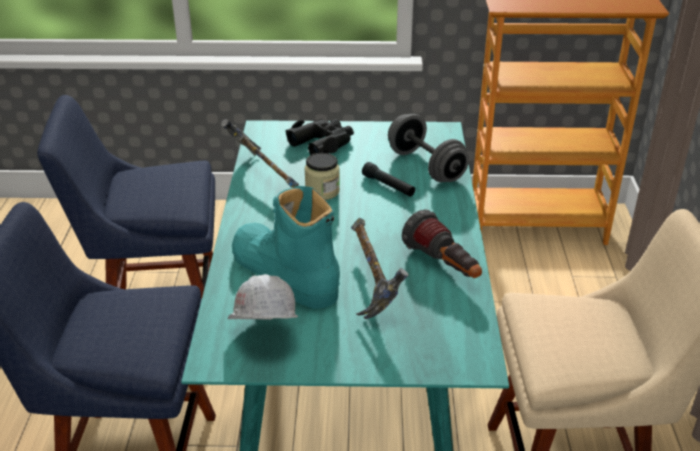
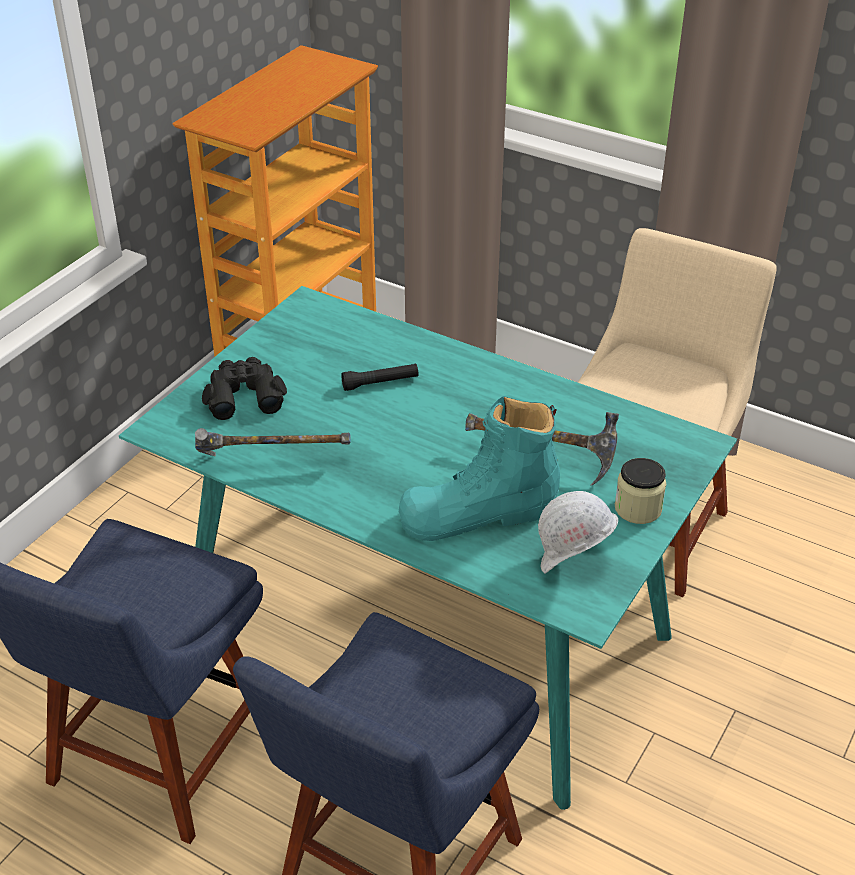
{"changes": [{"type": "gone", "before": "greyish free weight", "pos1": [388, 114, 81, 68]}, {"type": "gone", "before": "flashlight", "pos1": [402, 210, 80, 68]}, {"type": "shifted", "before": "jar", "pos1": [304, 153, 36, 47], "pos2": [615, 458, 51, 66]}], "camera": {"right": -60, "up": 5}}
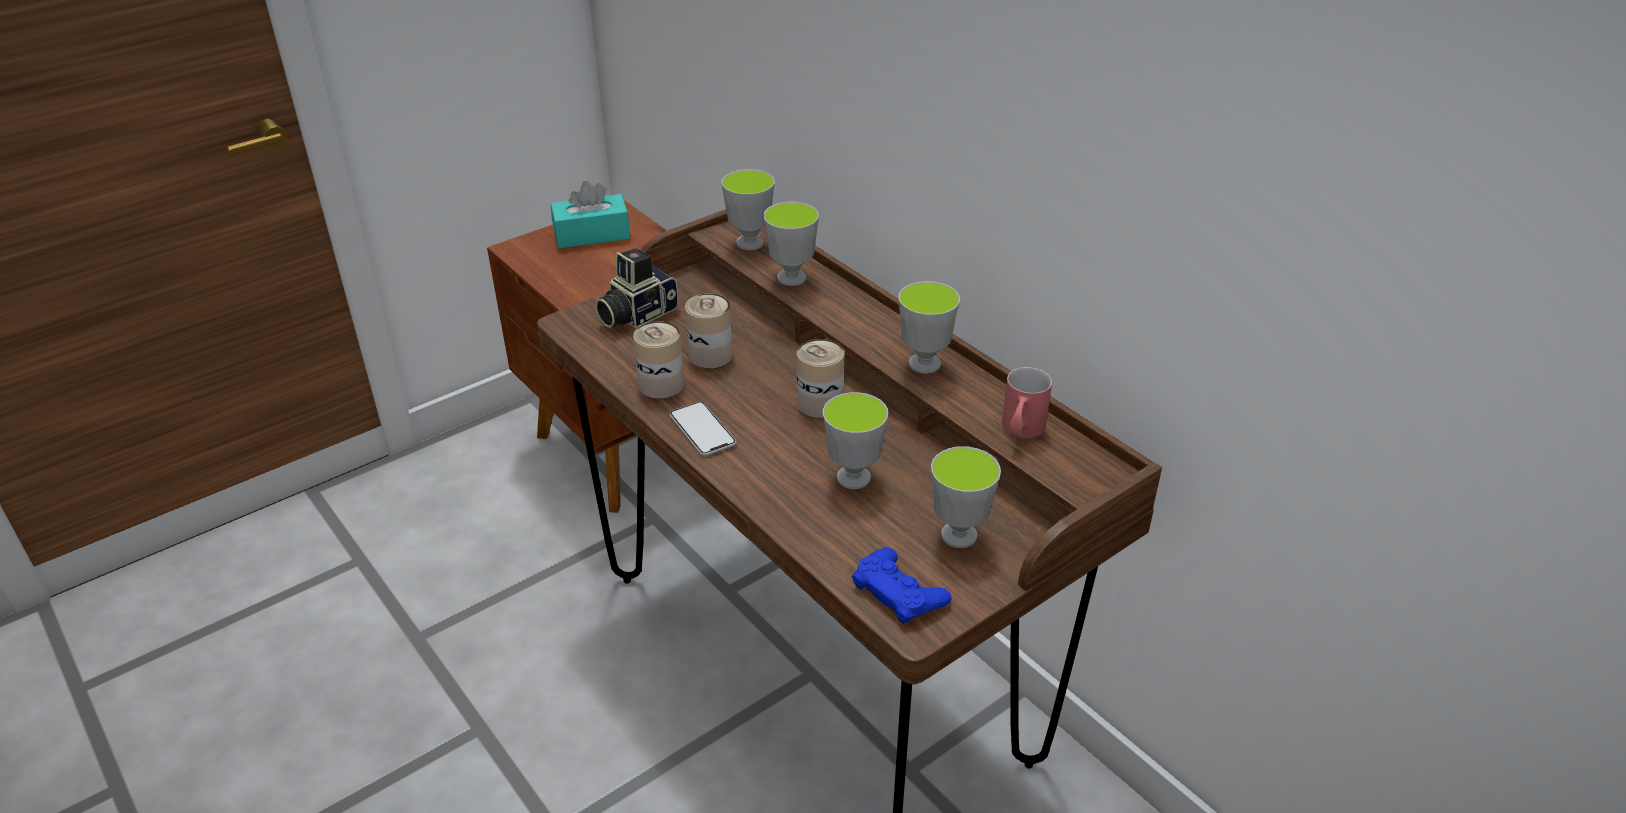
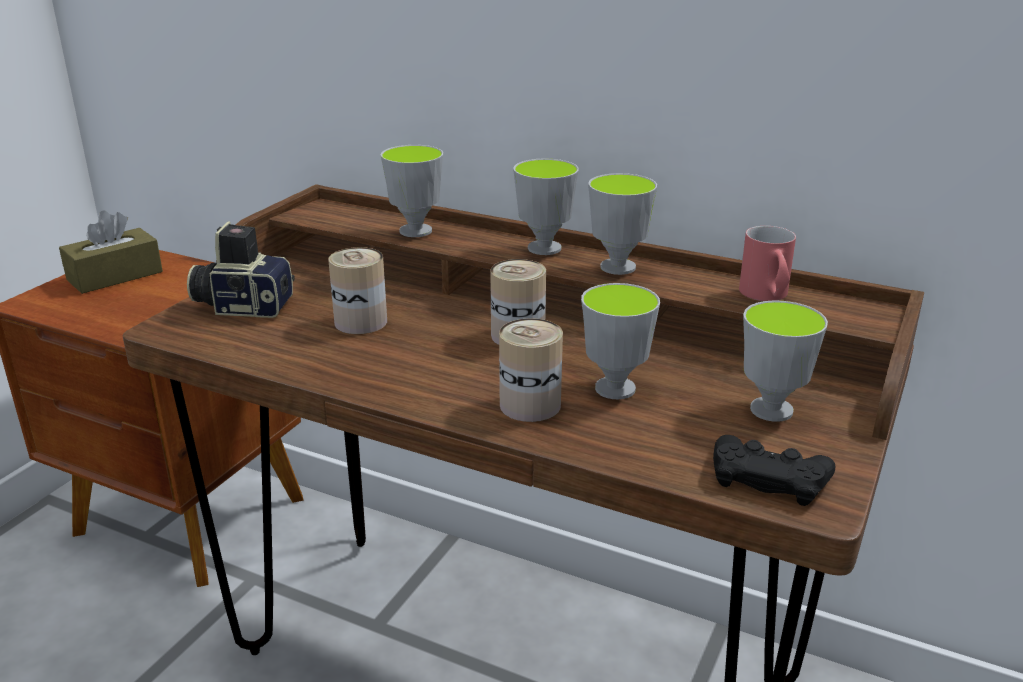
{"changes": [{"type": "gone", "before": "telephone", "pos1": [669, 402, 67, 54]}, {"type": "shifted", "before": "metal can", "pos1": [633, 321, 51, 78], "pos2": [499, 318, 64, 104]}, {"type": "shifted", "before": "drinking cup", "pos1": [721, 169, 54, 81], "pos2": [513, 158, 66, 97]}, {"type": "repainted", "before": "turquoise tissue box", "after": "brownish tissue box", "pos1": [551, 181, 79, 68], "pos2": [59, 210, 104, 84]}, {"type": "repainted", "before": "blue-coloured game controller", "after": "black game controller", "pos1": [852, 547, 100, 77], "pos2": [713, 435, 122, 71]}, {"type": "rotated", "before": "still camera", "pos1": [595, 248, 83, 81], "pos2": [187, 221, 108, 97], "turn": 75}], "camera": {"right": -25, "up": -10}}
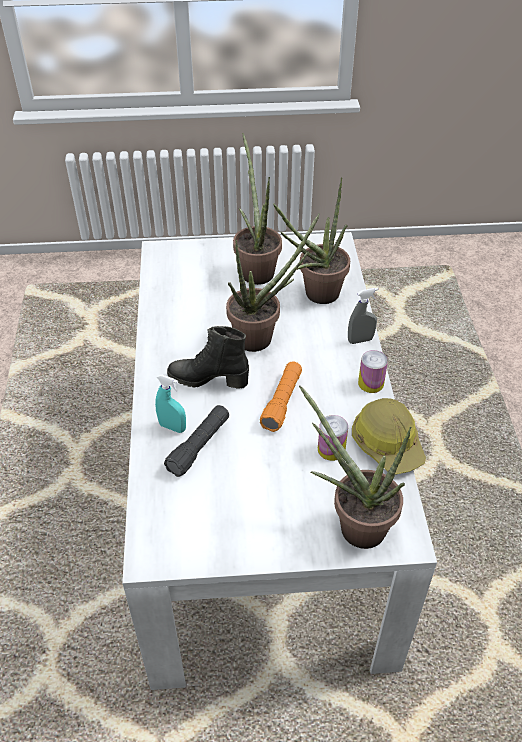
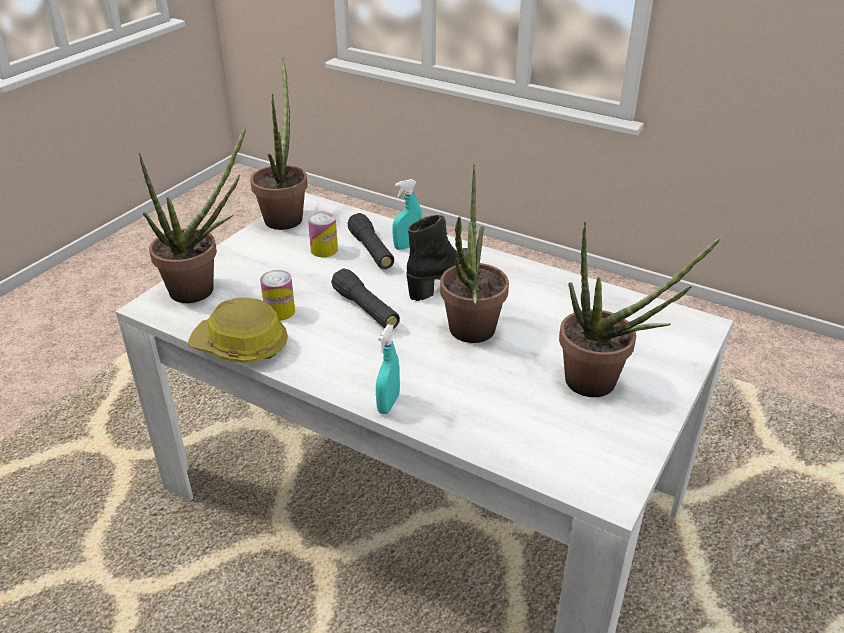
{"changes": [{"type": "shifted", "before": "houseplant", "pos1": [273, 177, 77, 127], "pos2": [250, 58, 58, 172]}, {"type": "shifted", "before": "metal can", "pos1": [358, 350, 30, 43], "pos2": [308, 212, 30, 45]}, {"type": "repainted", "before": "orange flashlight", "after": "black flashlight", "pos1": [260, 361, 42, 71], "pos2": [331, 269, 69, 60]}, {"type": "repainted", "before": "greyish spray bottle", "after": "turquoise spray bottle", "pos1": [348, 288, 30, 56], "pos2": [376, 324, 24, 90]}], "camera": {"right": 125, "up": -10}}
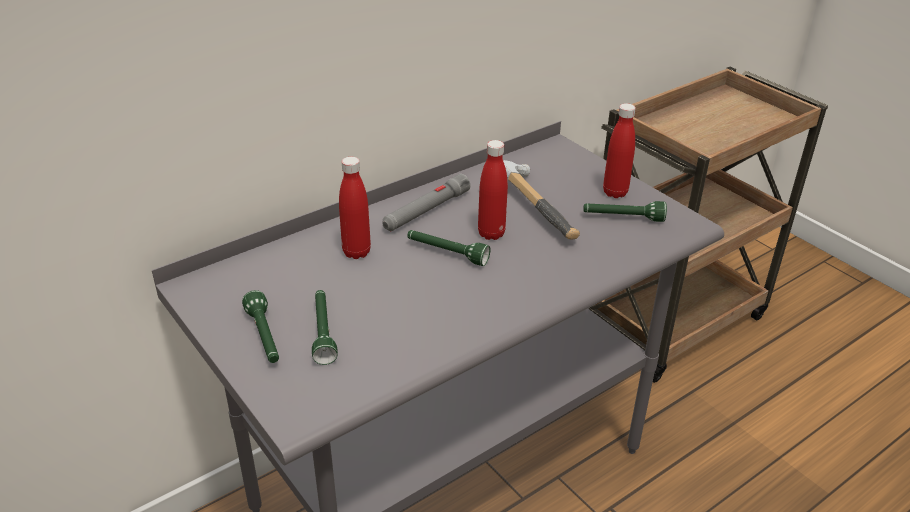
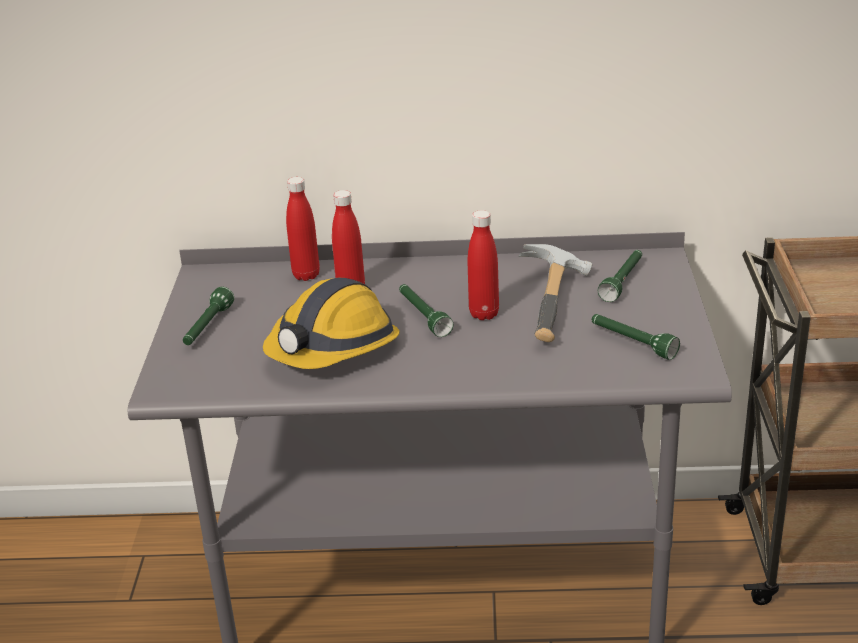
{"changes": [{"type": "gone", "before": "greyish flashlight", "pos1": [383, 174, 87, 57]}, {"type": "new", "after": "hard hat", "pos2": [263, 278, 137, 91]}, {"type": "shifted", "before": "greenish flashlight", "pos1": [312, 290, 26, 75], "pos2": [598, 250, 44, 52]}, {"type": "shifted", "before": "red bottle", "pos1": [603, 103, 33, 95], "pos2": [286, 177, 34, 104]}], "camera": {"right": 40, "up": -5}}
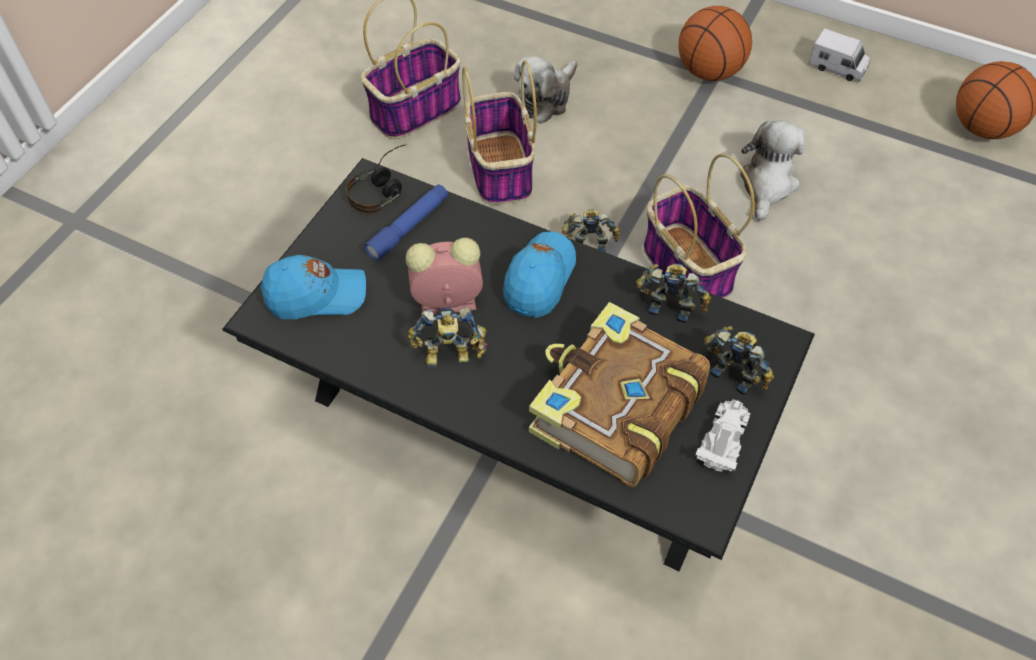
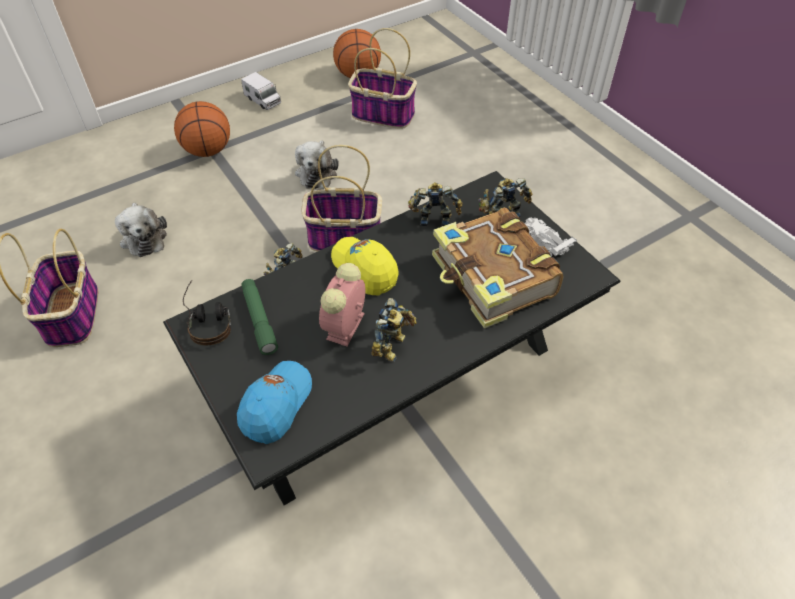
{"changes": [{"type": "shifted", "before": "household basket", "pos1": [462, 60, 75, 145], "pos2": [348, 28, 69, 101]}, {"type": "repainted", "before": "blue-coloured flashlight", "after": "greenish flashlight", "pos1": [364, 184, 84, 77], "pos2": [241, 279, 37, 76]}, {"type": "repainted", "before": "blue-coloured baseball cap", "after": "yellowish baseball cap", "pos1": [503, 232, 73, 86], "pos2": [331, 237, 68, 58]}, {"type": "rotated", "before": "robot figure", "pos1": [636, 264, 75, 60], "pos2": [408, 182, 55, 44], "turn": 45}, {"type": "rotated", "before": "soft toy", "pos1": [740, 121, 65, 100], "pos2": [295, 140, 44, 49], "turn": -135}, {"type": "rotated", "before": "toy truck", "pos1": [808, 28, 62, 54], "pos2": [241, 72, 40, 38], "turn": 75}], "camera": {"right": -60, "up": -5}}
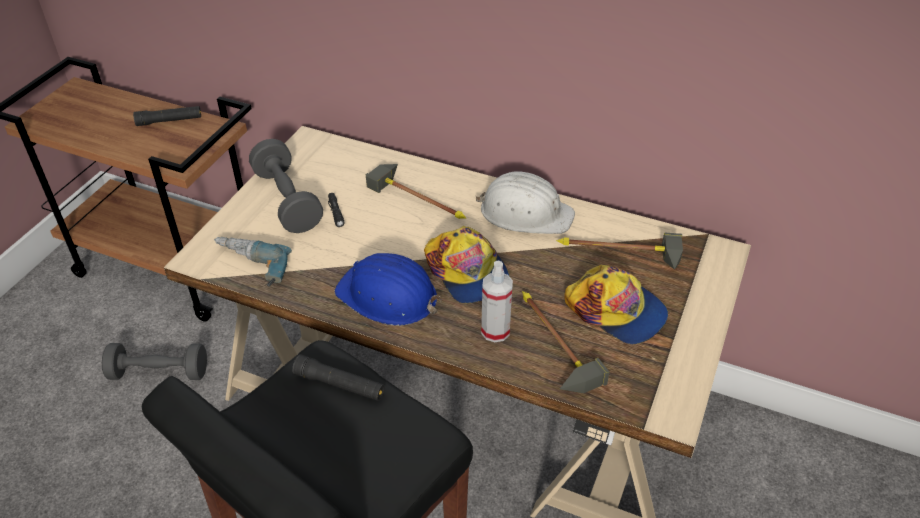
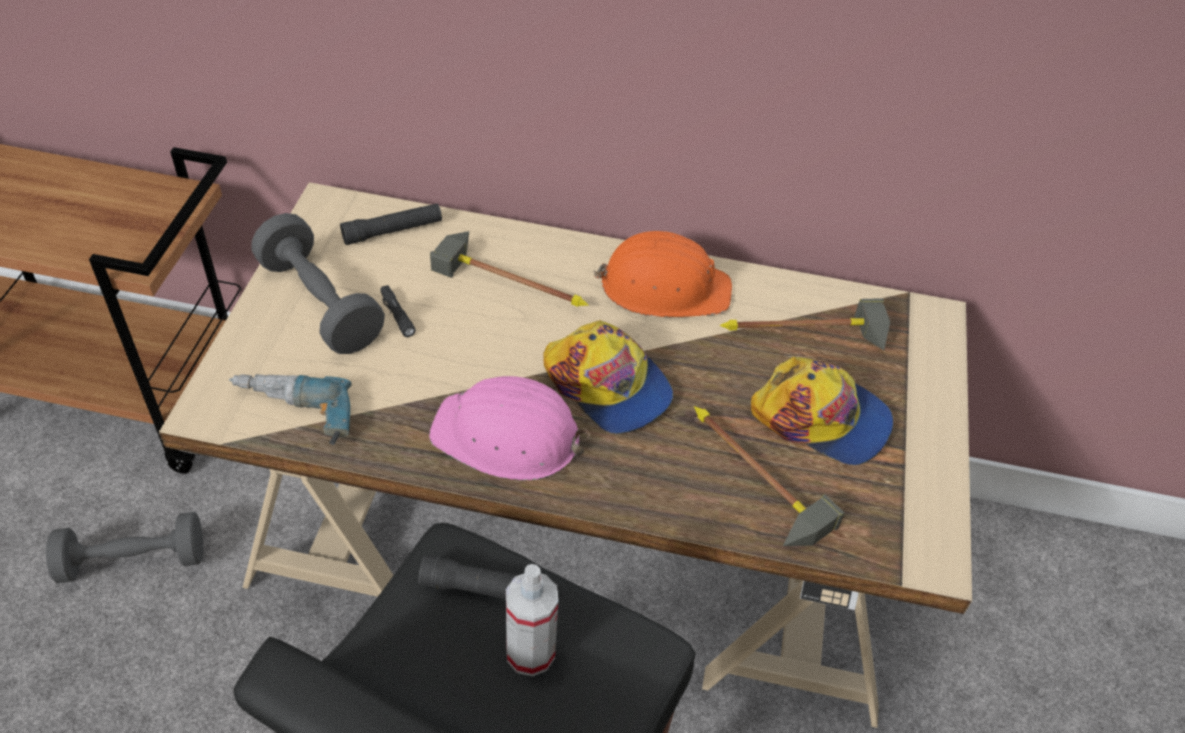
{"changes": [{"type": "shifted", "before": "black flashlight", "pos1": [133, 106, 68, 20], "pos2": [340, 204, 102, 41]}, {"type": "shifted", "before": "spray bottle", "pos1": [481, 261, 32, 81], "pos2": [506, 564, 52, 112]}, {"type": "repainted", "before": "blue-coloured hard hat", "after": "pinkish hard hat", "pos1": [335, 253, 107, 73], "pos2": [429, 376, 161, 104]}, {"type": "repainted", "before": "white hard hat", "after": "orange hard hat", "pos1": [476, 171, 99, 63], "pos2": [594, 231, 138, 86]}], "camera": {"right": -15, "up": 5}}
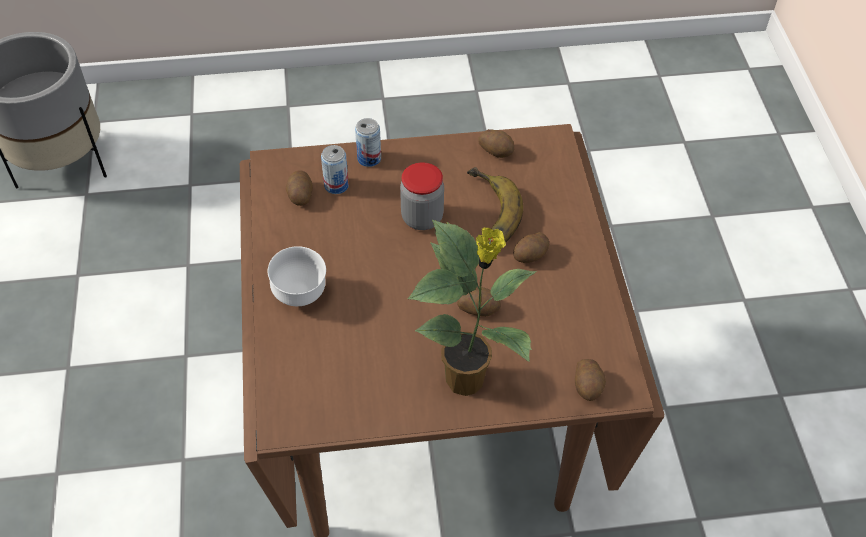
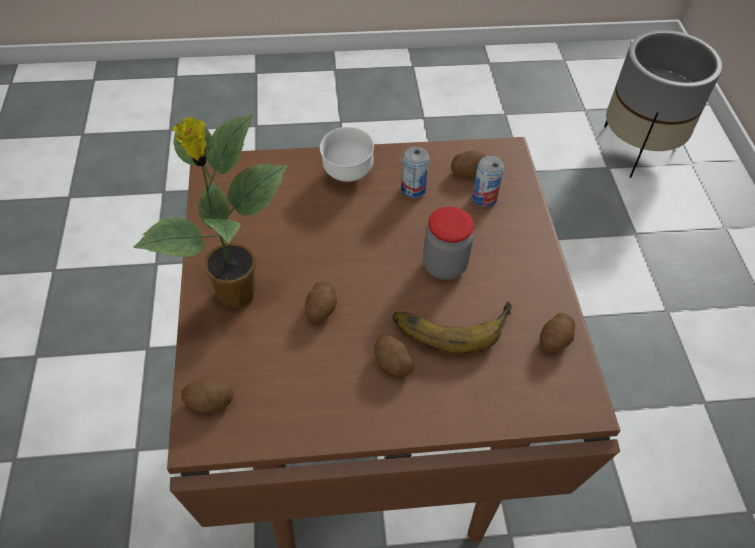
{"changes": [{"type": "shifted", "before": "metal can", "pos1": [355, 118, 26, 49], "pos2": [401, 147, 28, 51]}], "camera": {"right": 90, "up": 0}}
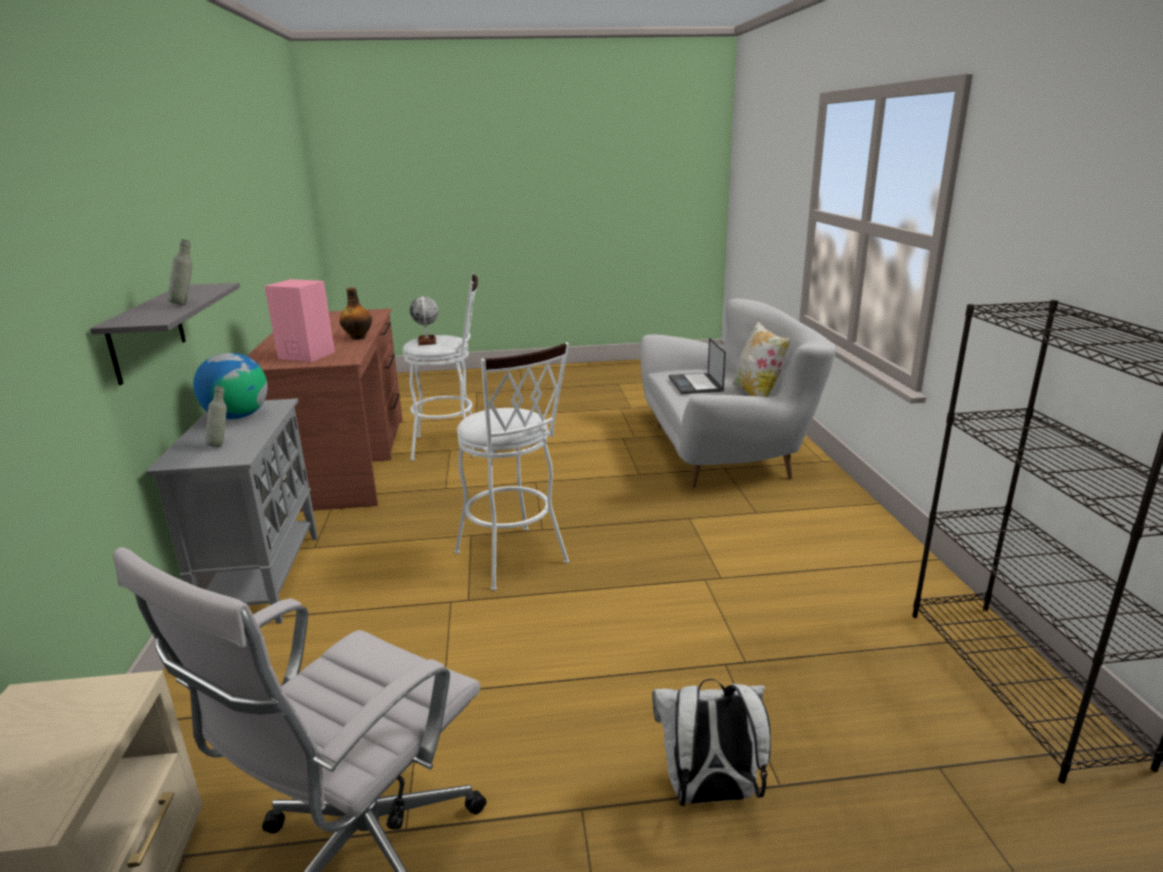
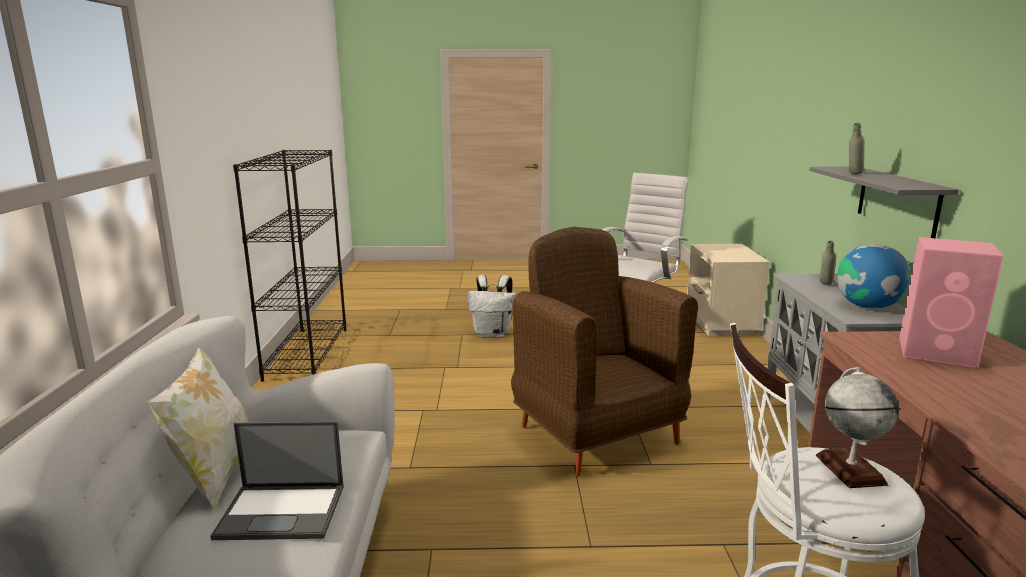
{"changes": [{"type": "gone", "before": "bottle", "pos1": [340, 287, 32, 53]}, {"type": "swapped", "before": "white stool seat", "after": "brownish easy chair", "pos1": [454, 342, 115, 249], "pos2": [511, 227, 187, 250]}, {"type": "rotated", "before": "notebook computer", "pos1": [669, 338, 57, 56], "pos2": [211, 421, 133, 119], "turn": 90}], "camera": {"right": -175, "up": -5}}
